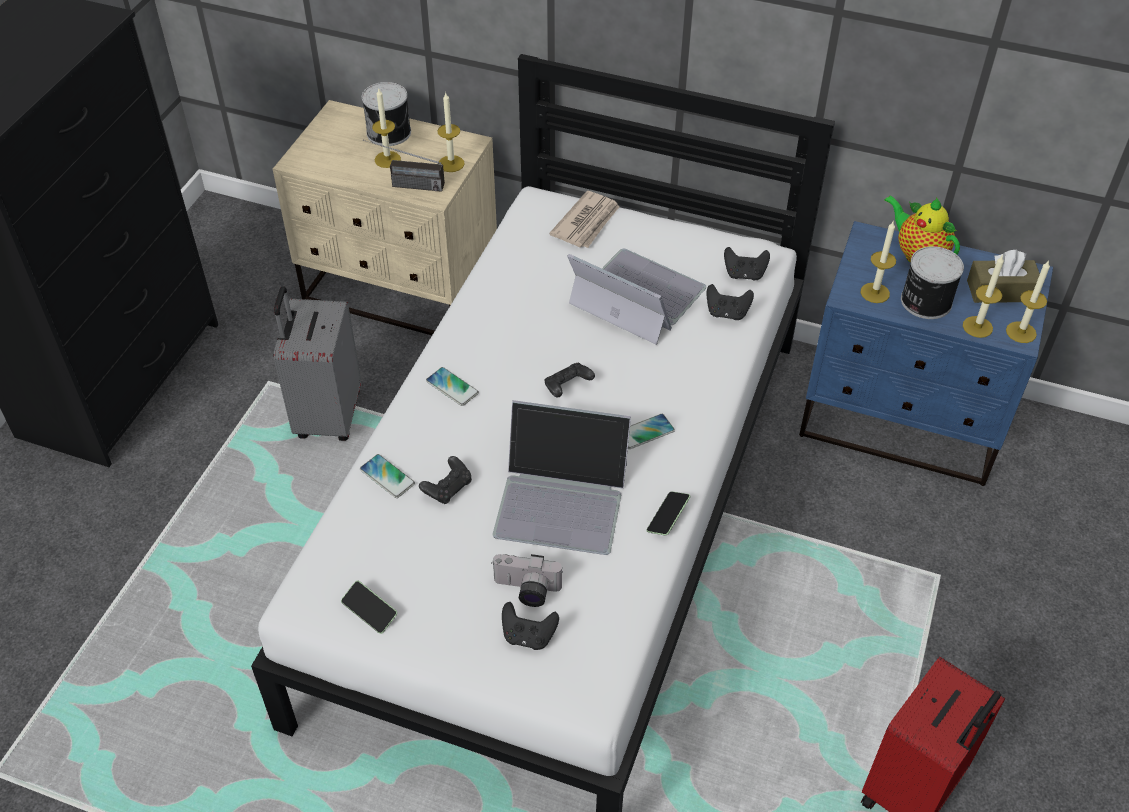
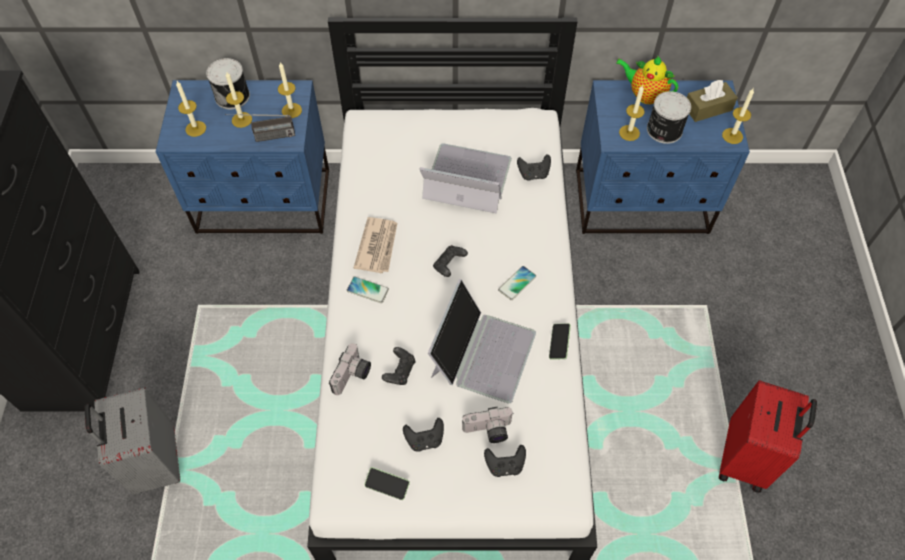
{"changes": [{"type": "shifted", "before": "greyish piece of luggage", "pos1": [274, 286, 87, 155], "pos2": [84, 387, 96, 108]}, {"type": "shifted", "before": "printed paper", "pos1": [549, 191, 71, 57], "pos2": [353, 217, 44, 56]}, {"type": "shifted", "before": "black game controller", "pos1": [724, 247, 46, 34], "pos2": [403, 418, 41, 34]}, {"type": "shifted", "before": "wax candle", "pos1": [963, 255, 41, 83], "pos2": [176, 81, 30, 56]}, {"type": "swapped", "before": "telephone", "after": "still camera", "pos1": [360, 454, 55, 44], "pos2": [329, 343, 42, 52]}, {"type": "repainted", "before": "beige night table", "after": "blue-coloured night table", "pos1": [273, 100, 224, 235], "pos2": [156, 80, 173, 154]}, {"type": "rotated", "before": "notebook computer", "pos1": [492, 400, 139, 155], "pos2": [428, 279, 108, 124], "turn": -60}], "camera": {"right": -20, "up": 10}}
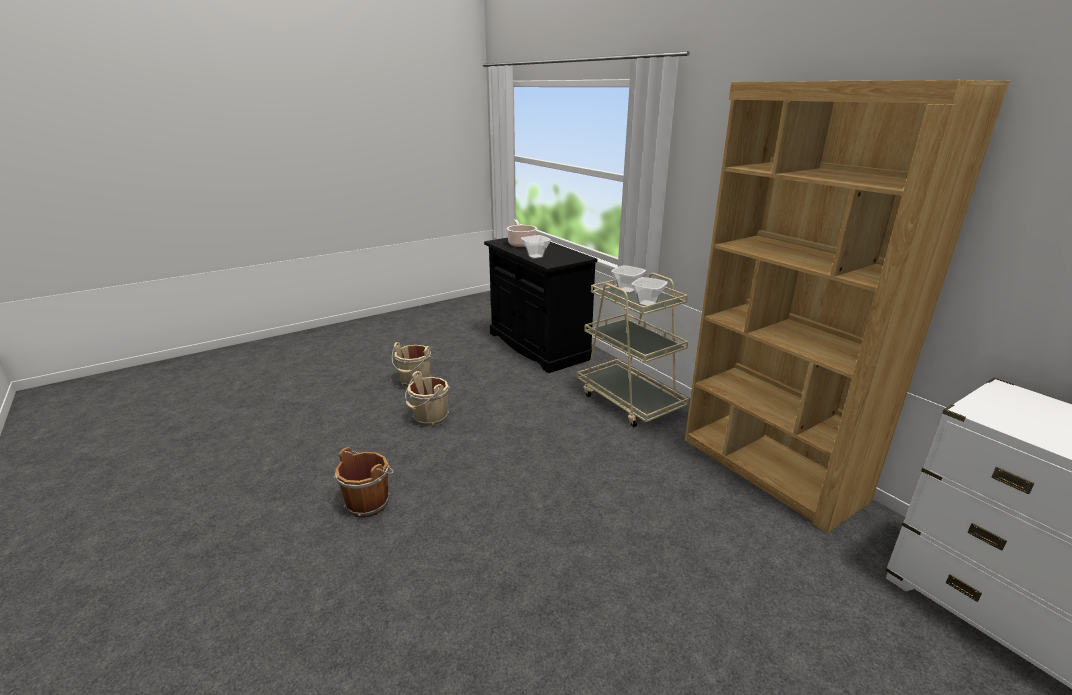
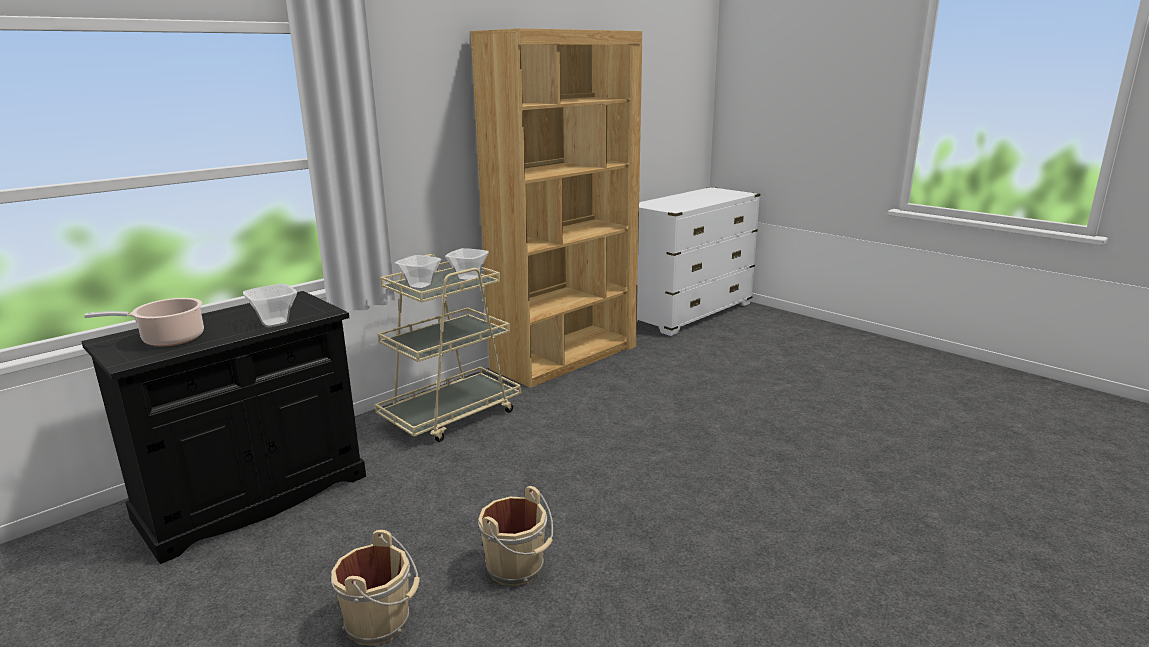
{"changes": [{"type": "gone", "before": "brownish bucket", "pos1": [334, 447, 60, 71]}], "camera": {"right": -100, "up": -5}}
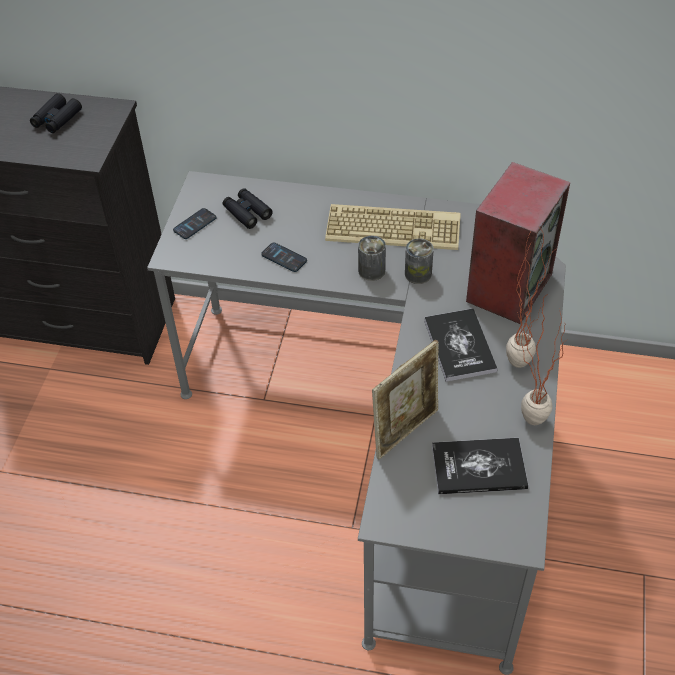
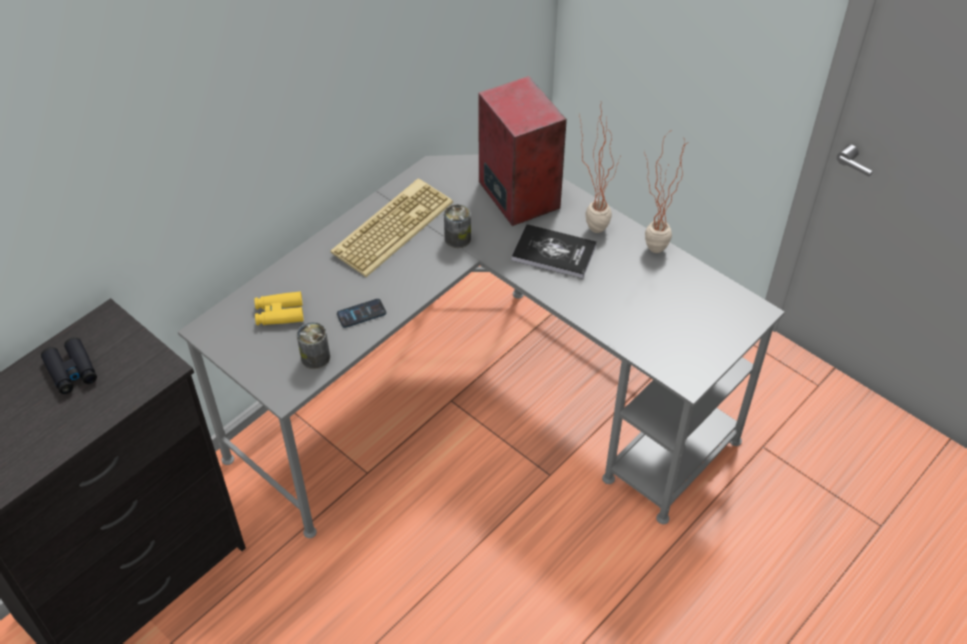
{"changes": [{"type": "gone", "before": "telephone", "pos1": [173, 208, 44, 31]}, {"type": "gone", "before": "photo frame", "pos1": [372, 340, 67, 119]}, {"type": "gone", "before": "volume", "pos1": [432, 438, 96, 56]}, {"type": "shifted", "before": "metal can", "pos1": [358, 236, 28, 45], "pos2": [297, 322, 33, 47]}, {"type": "repainted", "before": "black field glasses", "after": "yellowish field glasses", "pos1": [223, 188, 50, 41], "pos2": [254, 292, 49, 33]}], "camera": {"right": -60, "up": 0}}
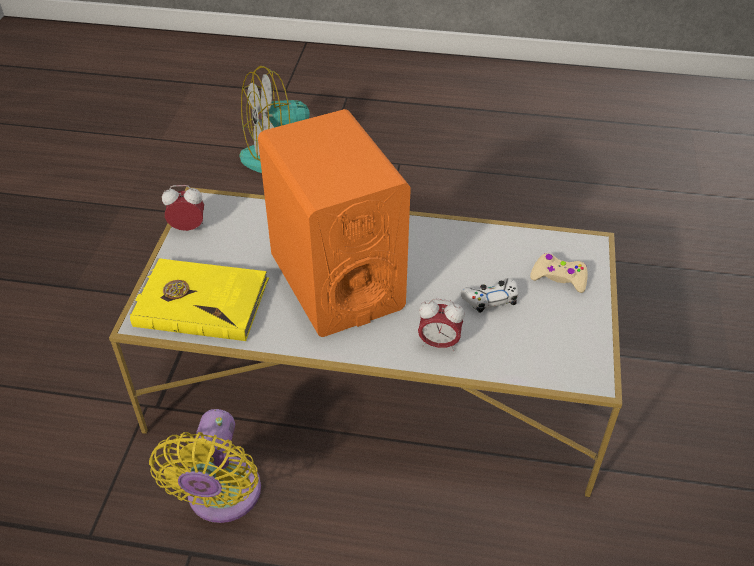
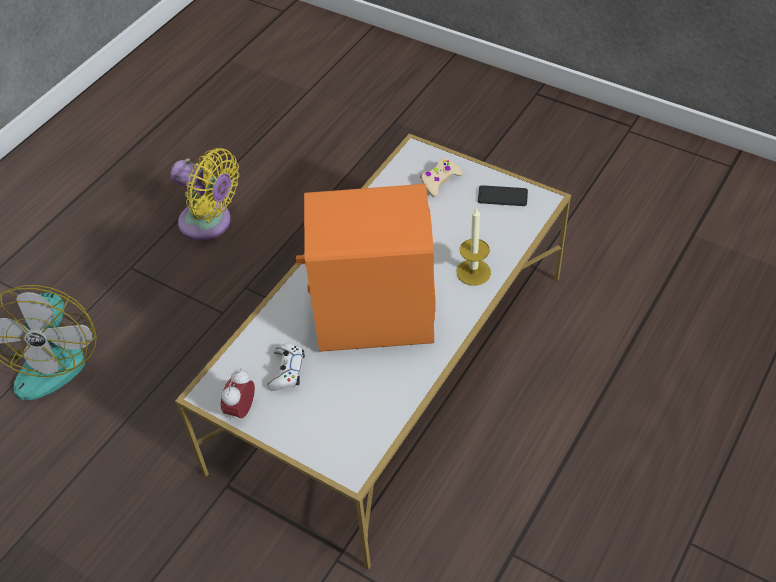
{"changes": [{"type": "gone", "before": "yellowish volume", "pos1": [129, 258, 140, 83]}, {"type": "new", "after": "telephone", "pos2": [478, 185, 50, 21]}, {"type": "shifted", "before": "yellowish electric fan", "pos1": [149, 409, 112, 114], "pos2": [171, 148, 68, 93]}, {"type": "shifted", "before": "white game controller", "pos1": [461, 278, 58, 35], "pos2": [267, 343, 38, 48]}, {"type": "swapped", "before": "table clock", "after": "wax candle", "pos1": [418, 299, 46, 52], "pos2": [456, 207, 35, 79]}], "camera": {"right": -65, "up": 5}}
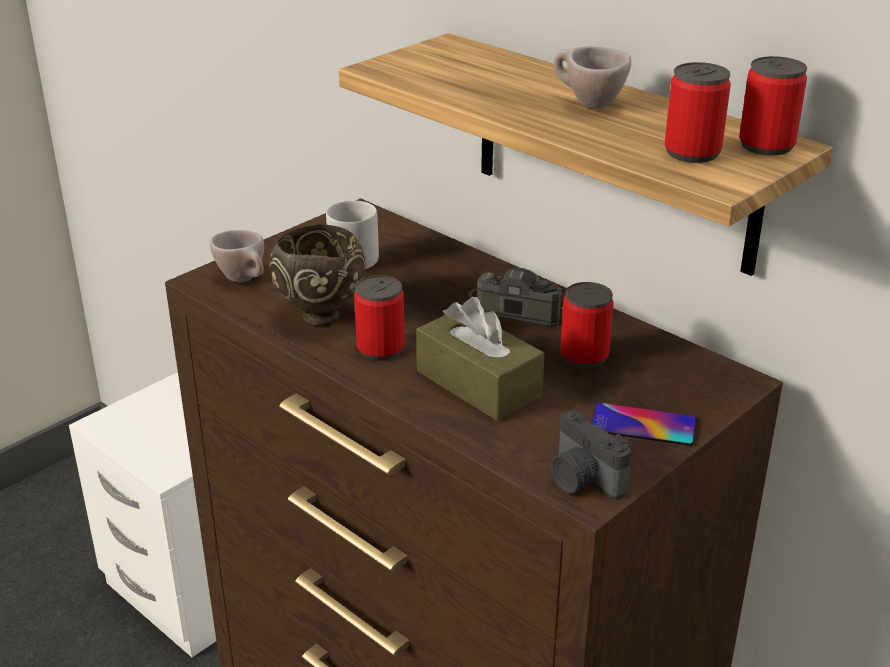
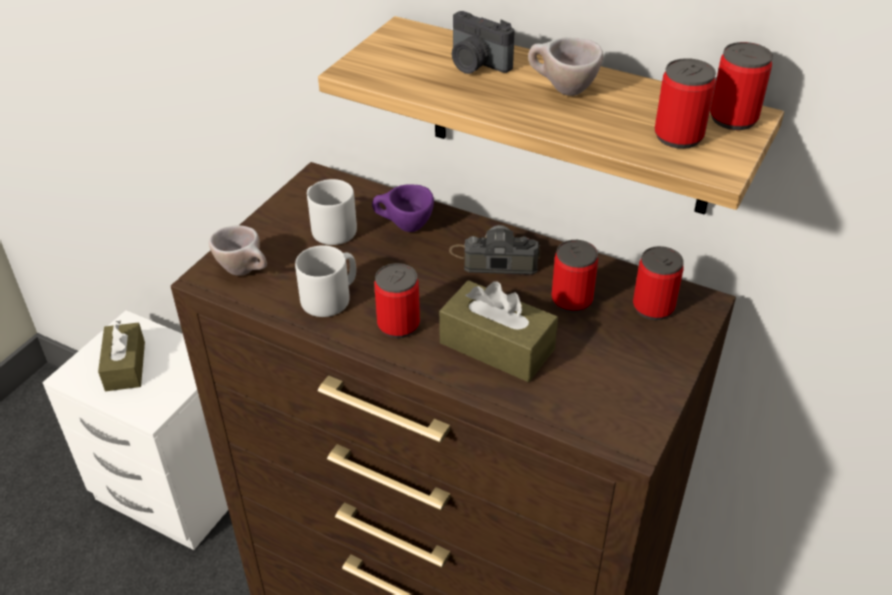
{"changes": [{"type": "gone", "before": "telephone", "pos1": [592, 402, 105, 44]}, {"type": "new", "after": "brownish tissue box", "pos2": [98, 320, 47, 71]}, {"type": "new", "after": "purple-coloured drinking cup", "pos2": [372, 184, 62, 48]}, {"type": "new", "after": "metal can", "pos2": [633, 246, 51, 74]}, {"type": "shifted", "before": "still camera", "pos1": [550, 410, 81, 90], "pos2": [452, 11, 63, 63]}, {"type": "swapped", "before": "brownish bowl", "after": "greyish tea mug", "pos1": [269, 224, 97, 102], "pos2": [295, 245, 61, 72]}], "camera": {"right": -15, "up": 10}}
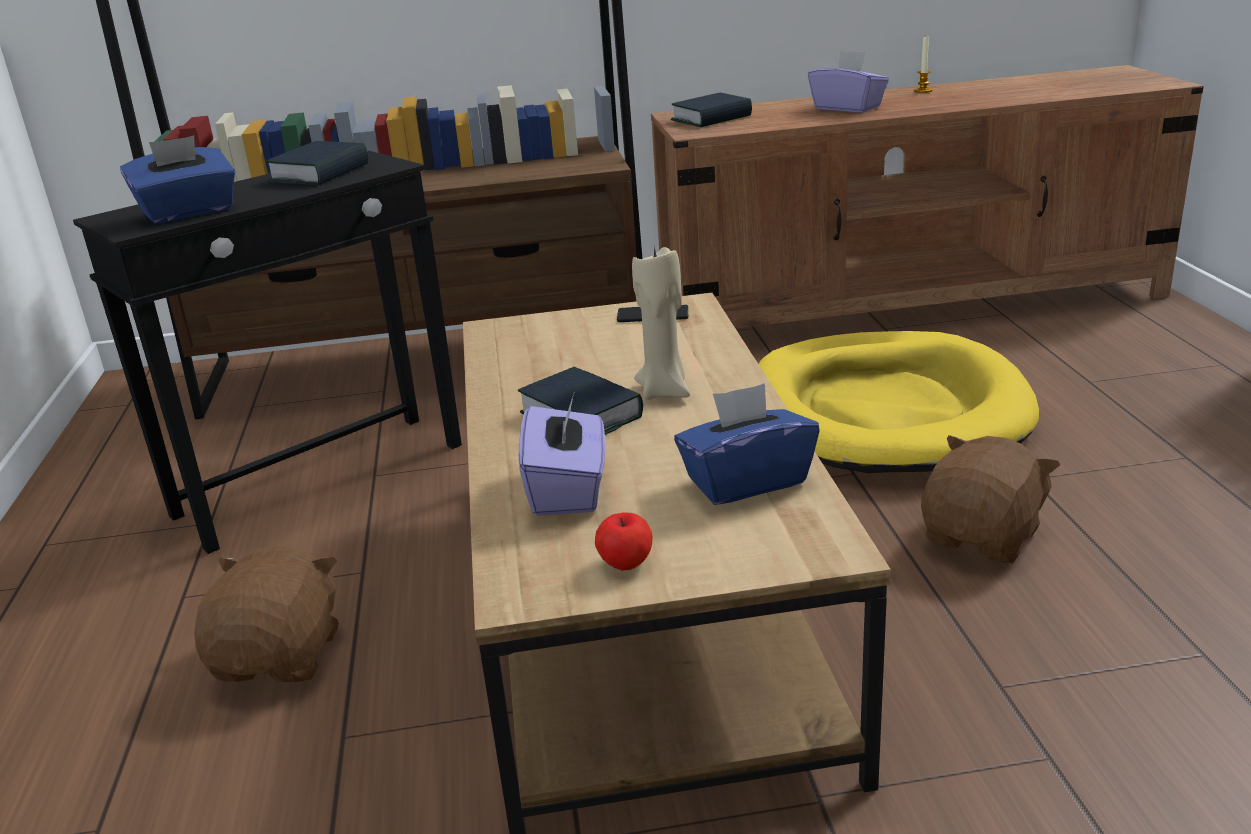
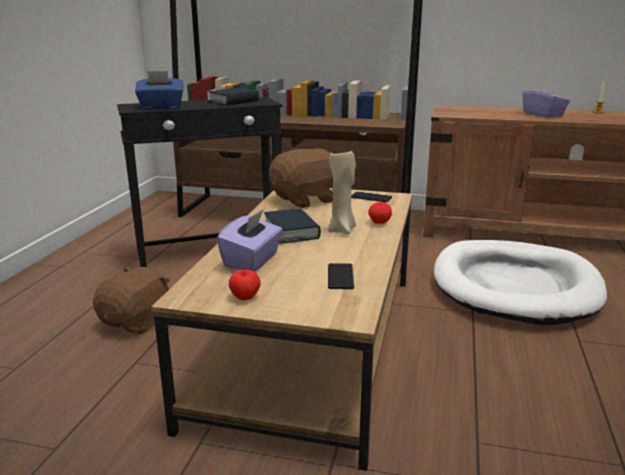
{"changes": [{"type": "gone", "before": "volume", "pos1": [671, 93, 81, 34]}, {"type": "new", "after": "apple fruit", "pos2": [368, 202, 24, 22]}, {"type": "shifted", "before": "brownish soft toy", "pos1": [921, 435, 139, 129], "pos2": [269, 148, 64, 60]}, {"type": "swapped", "before": "blue-coloured tissue box", "after": "telephone", "pos1": [674, 383, 146, 122], "pos2": [328, 263, 26, 26]}, {"type": "repainted", "before": "yellowish dog cushion", "after": "white dog cushion", "pos1": [759, 331, 280, 142], "pos2": [434, 240, 173, 85]}], "camera": {"right": 20, "up": -5}}
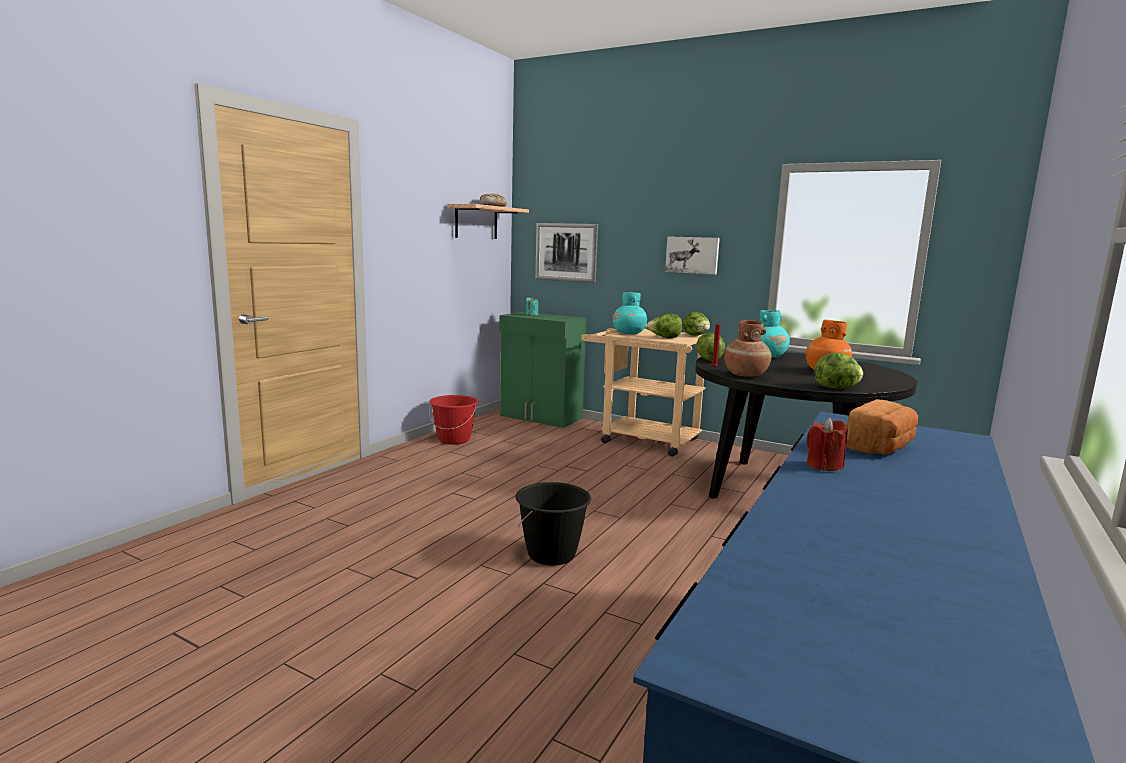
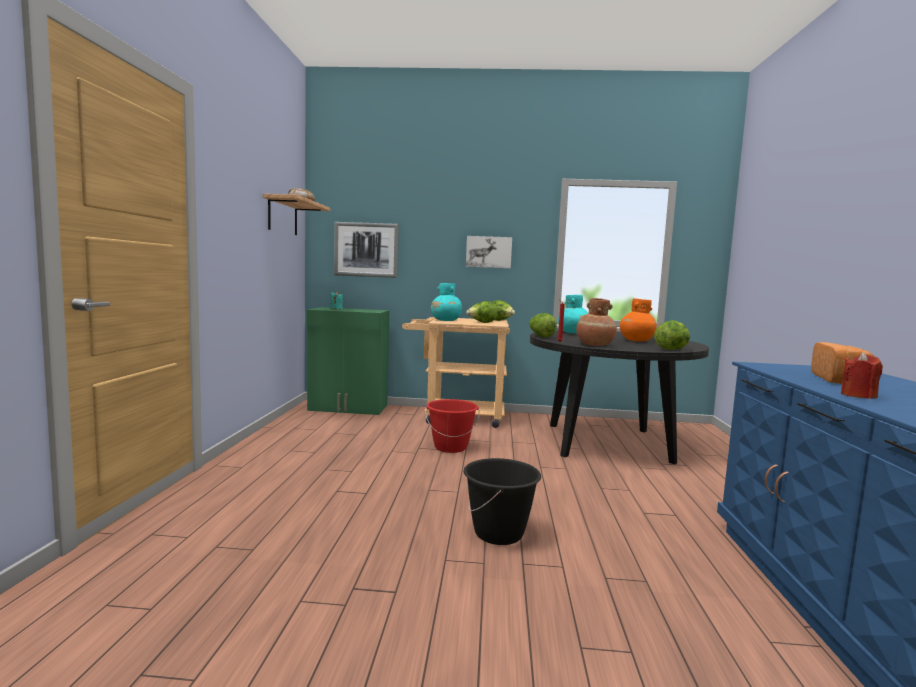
{"changes": [{"type": "shifted", "before": "red bucket", "pos1": [429, 395, 50, 49], "pos2": [425, 399, 55, 54]}], "camera": {"right": -25, "up": -5}}
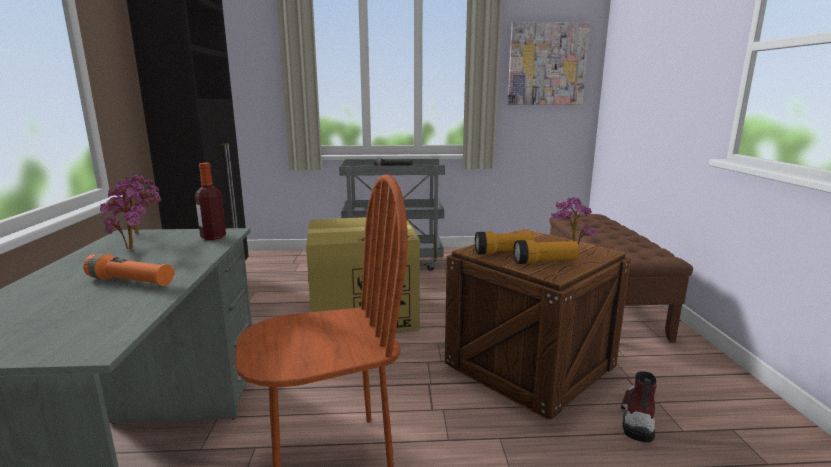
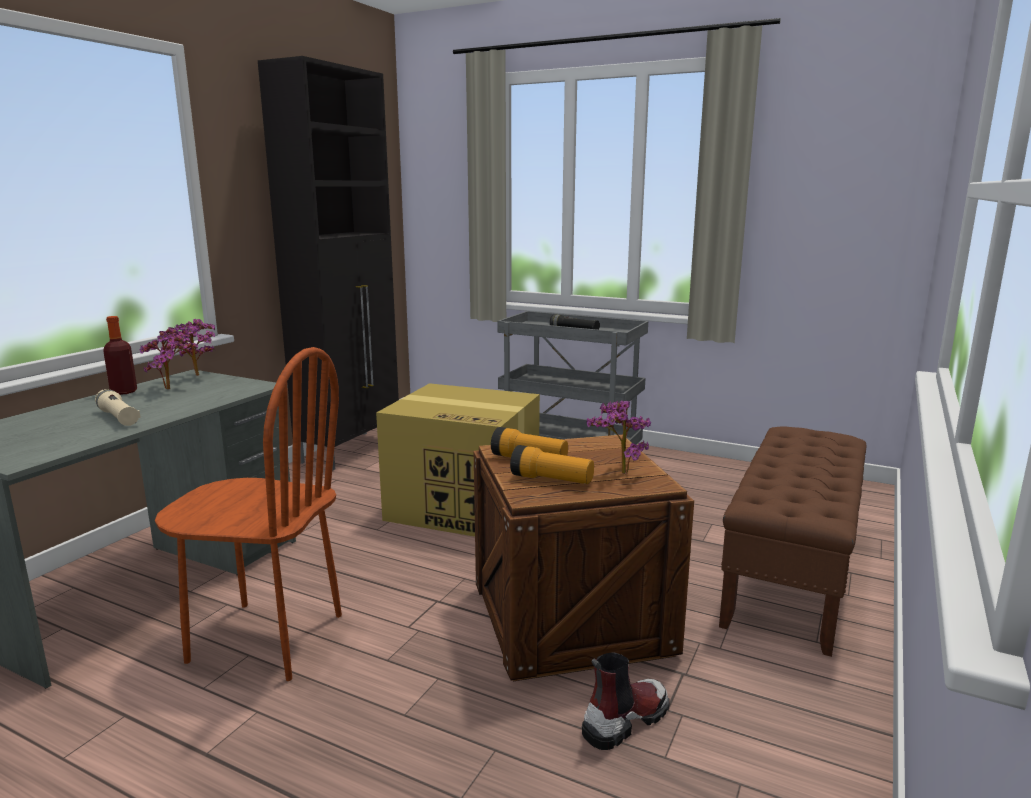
{"changes": [{"type": "gone", "before": "picture", "pos1": [507, 22, 83, 82]}, {"type": "shifted", "before": "bottle", "pos1": [195, 163, 31, 77], "pos2": [103, 316, 34, 79]}, {"type": "repainted", "before": "orange flashlight", "after": "beige flashlight", "pos1": [83, 253, 92, 33], "pos2": [95, 389, 46, 37]}], "camera": {"right": 30, "up": 0}}
